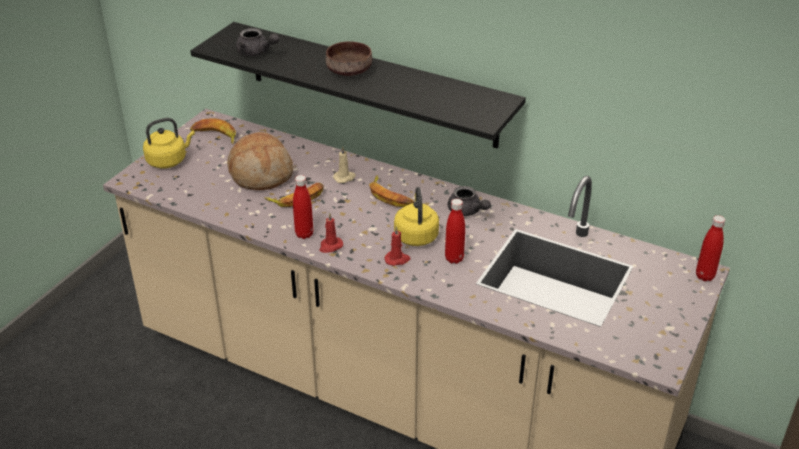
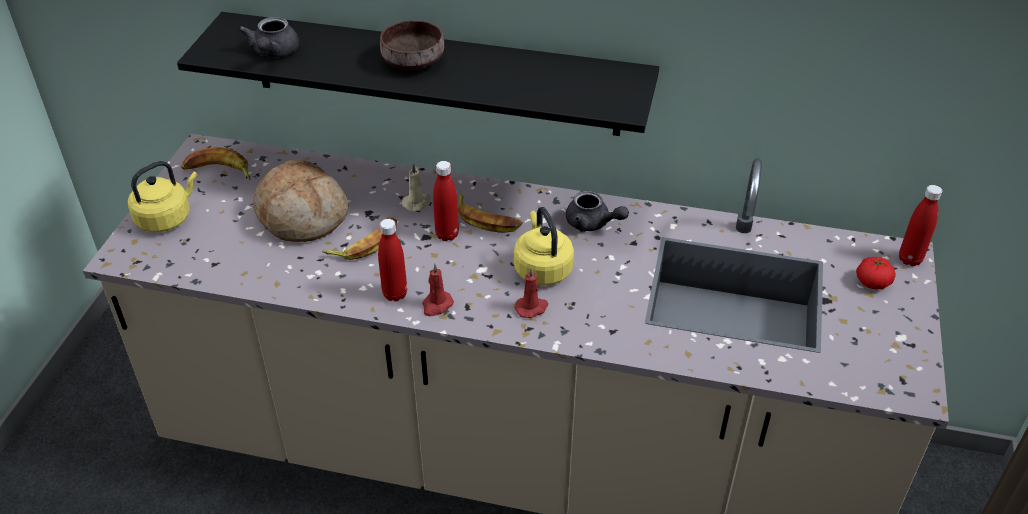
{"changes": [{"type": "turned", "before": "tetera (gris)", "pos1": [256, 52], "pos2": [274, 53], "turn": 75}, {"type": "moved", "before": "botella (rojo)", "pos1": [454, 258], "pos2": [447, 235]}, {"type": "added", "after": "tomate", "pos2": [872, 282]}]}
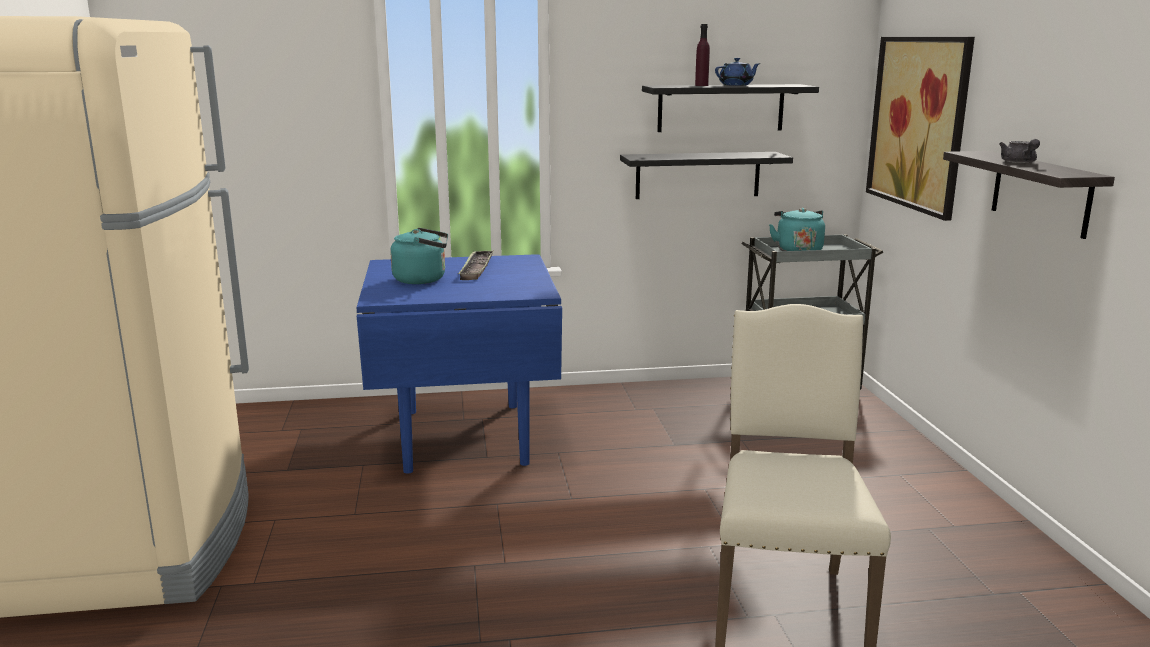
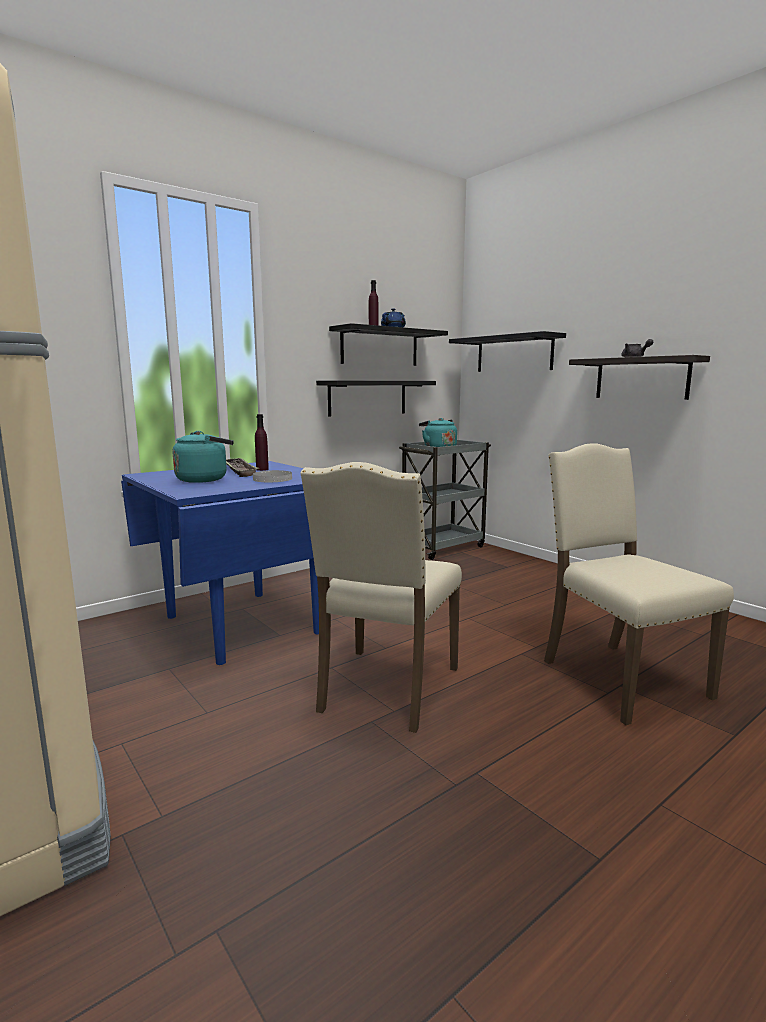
{"changes": [{"type": "added", "after": "plato (blanco)", "pos2": [273, 479]}, {"type": "added", "after": "botella (morado)", "pos2": [262, 469]}, {"type": "added", "after": "silla (beis)", "pos2": [386, 689]}, {"type": "replaced", "before": "cuadro", "after": "estante (negro)", "pos1": [918, 123], "pos2": [514, 354]}]}
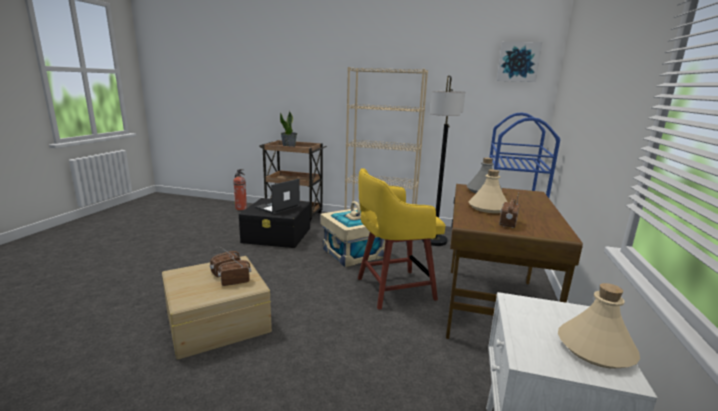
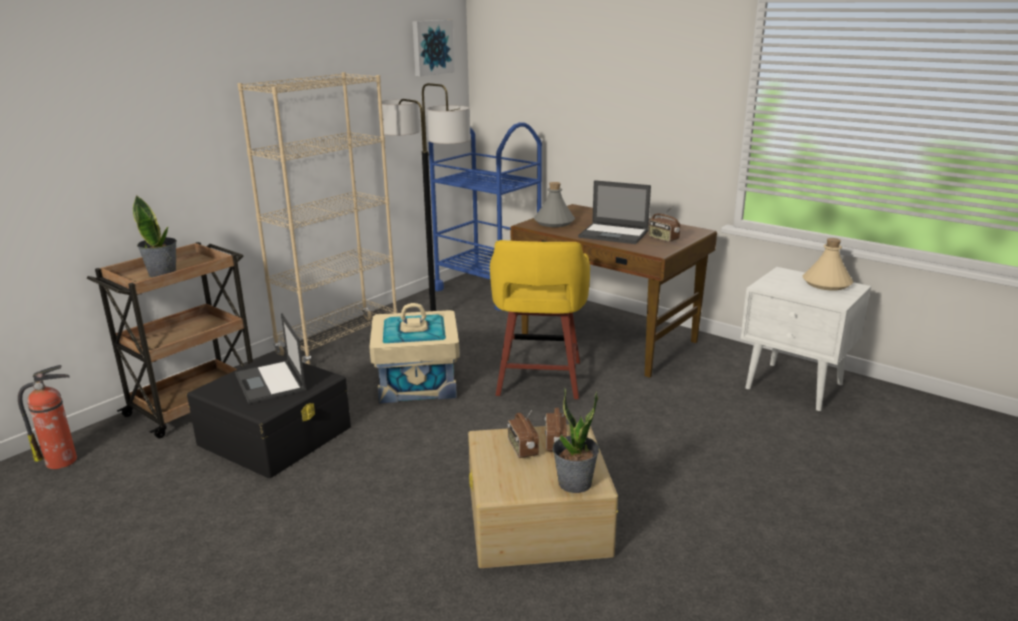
{"changes": [{"type": "added", "after": "planta en maceta", "pos2": [575, 483]}, {"type": "replaced", "before": "botella (beis)", "after": "portátil", "pos1": [488, 208], "pos2": [614, 234]}]}
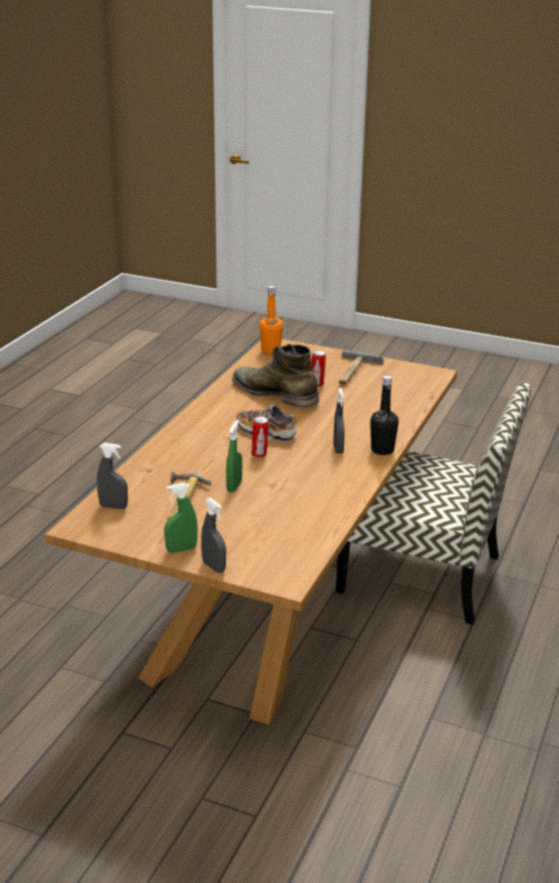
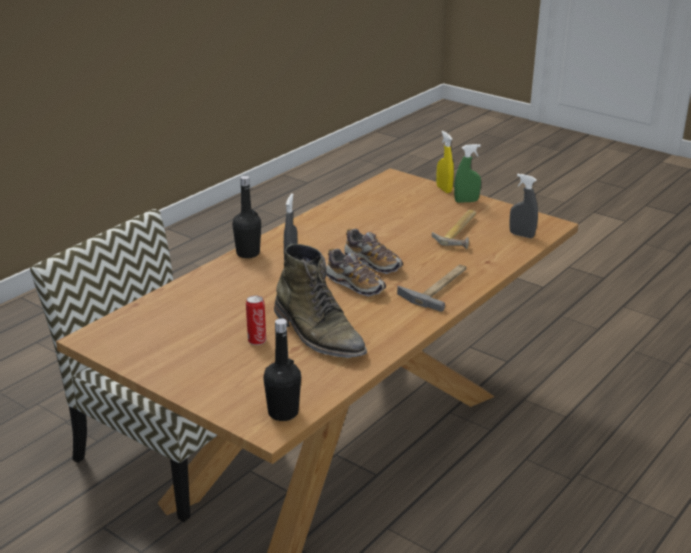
{"changes": [{"type": "recoloured", "before": "botella (naranja)", "after": "botella (negro)", "pos1": [270, 351], "pos2": [283, 413]}, {"type": "replaced", "before": "lata", "after": "zapato", "pos1": [259, 454], "pos2": [373, 263]}, {"type": "moved", "before": "martillo", "pos1": [354, 371], "pos2": [439, 287]}, {"type": "recoloured", "before": "pulverizador (gris)", "after": "pulverizador (amarillo)", "pos1": [214, 567], "pos2": [444, 189]}, {"type": "removed", "before": "pulverizador (verde)", "pos1": [234, 486]}]}
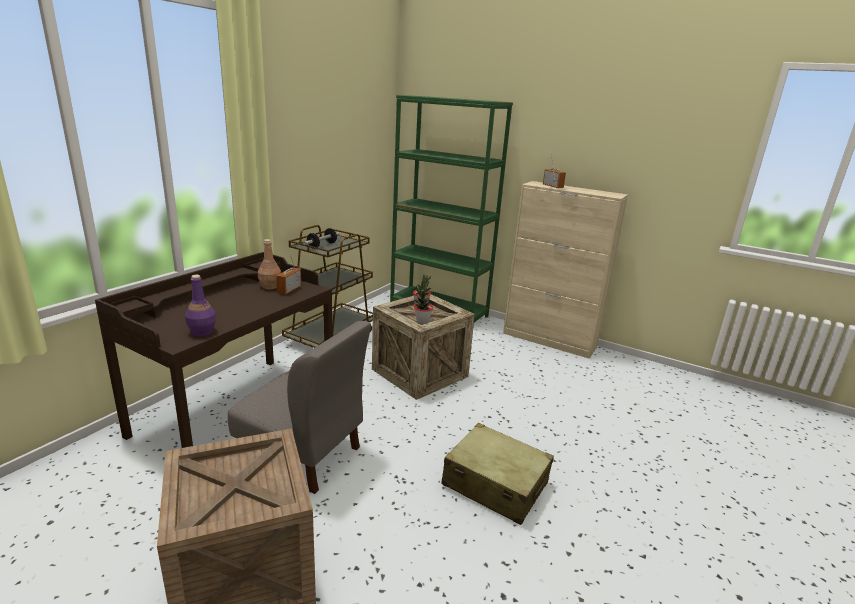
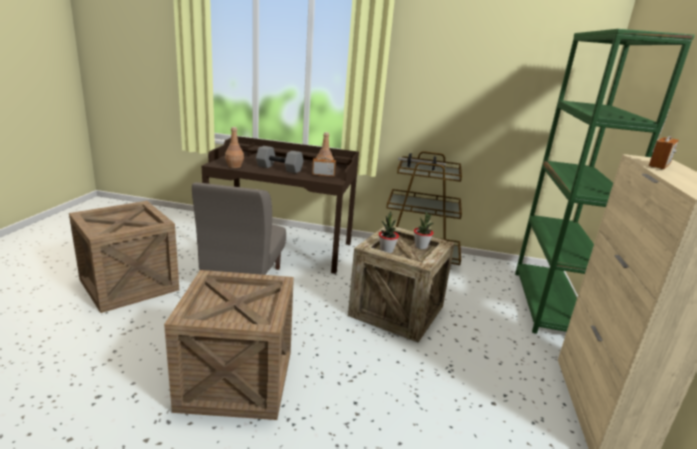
{"changes": [{"type": "replaced", "before": "maleta (beis)", "after": "caja de embalaje", "pos1": [495, 484], "pos2": [237, 379]}, {"type": "recoloured", "before": "botella (morado)", "after": "botella (marrón)", "pos1": [202, 332], "pos2": [234, 166]}, {"type": "added", "after": "mancuerna (gris)", "pos2": [280, 168]}]}
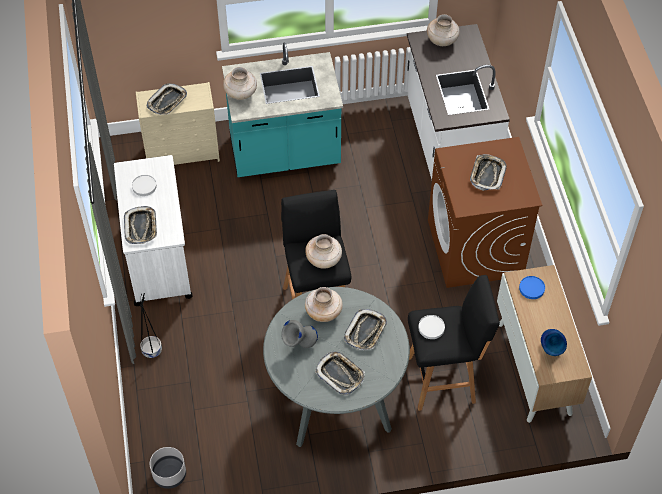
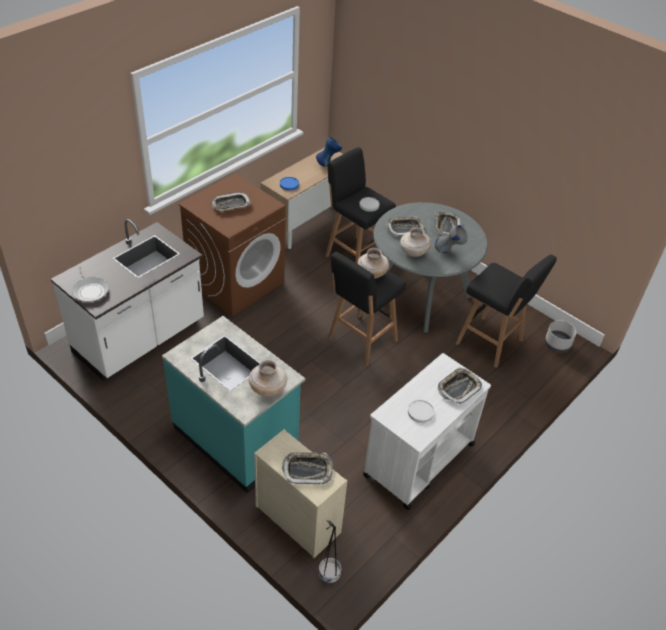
{"changes": [{"type": "replaced", "before": "florero (beis)", "after": "sartén", "pos1": [442, 41], "pos2": [90, 290]}, {"type": "moved", "before": "maceta (negro)", "pos1": [152, 349], "pos2": [328, 574]}, {"type": "added", "after": "taburete (negro)", "pos2": [491, 343]}]}
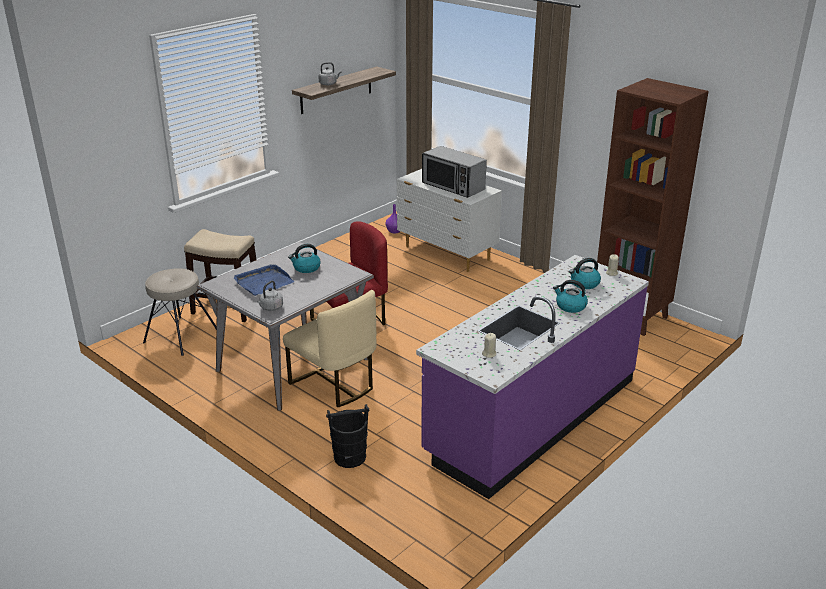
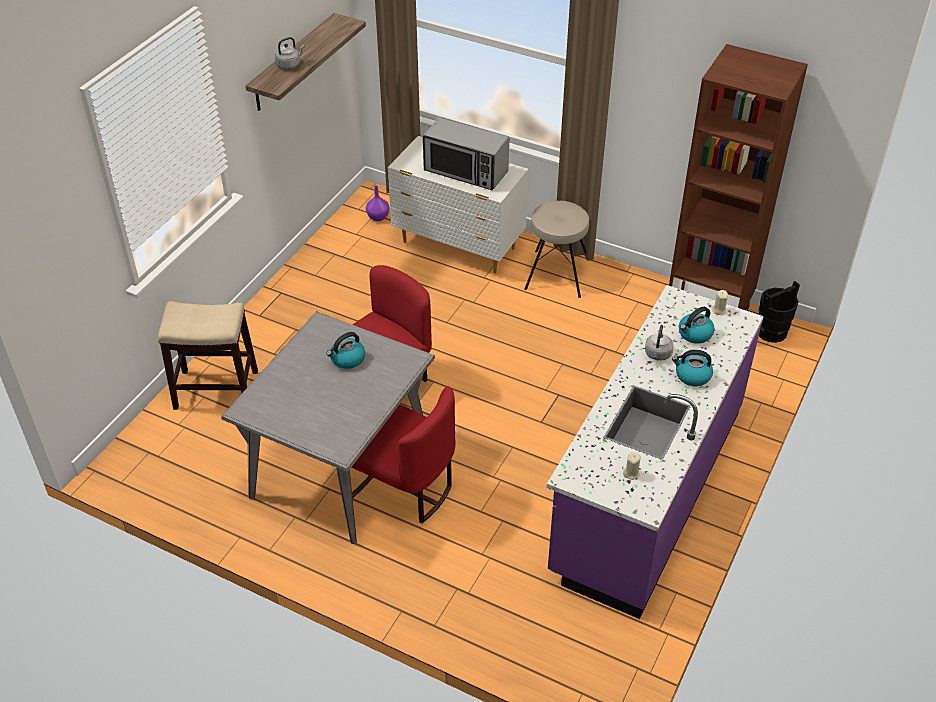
{"changes": [{"type": "recoloured", "before": "silla (beis)", "after": "silla (rojo)", "pos1": [334, 384], "pos2": [403, 489]}, {"type": "moved", "before": "taburete (beis)", "pos1": [180, 335], "pos2": [556, 273]}, {"type": "moved", "before": "hervidor (gris)", "pos1": [270, 308], "pos2": [657, 355]}, {"type": "moved", "before": "cubo (negro)", "pos1": [349, 457], "pos2": [771, 332]}, {"type": "removed", "before": "bandeja (azul)", "pos1": [263, 282]}]}
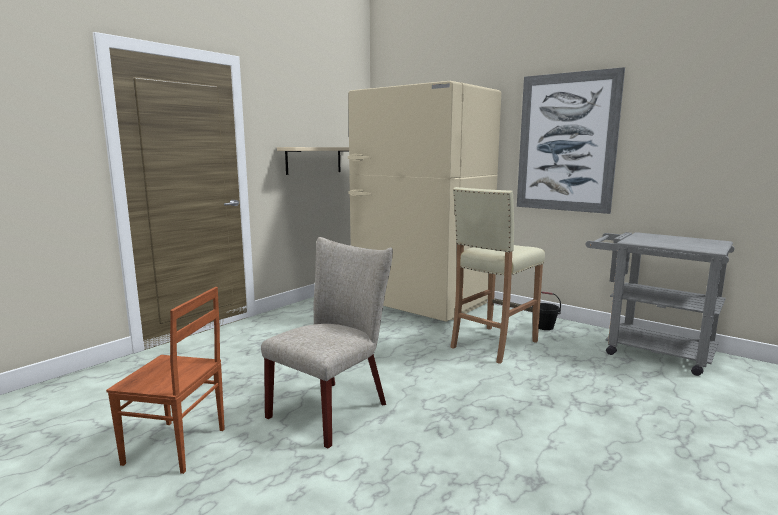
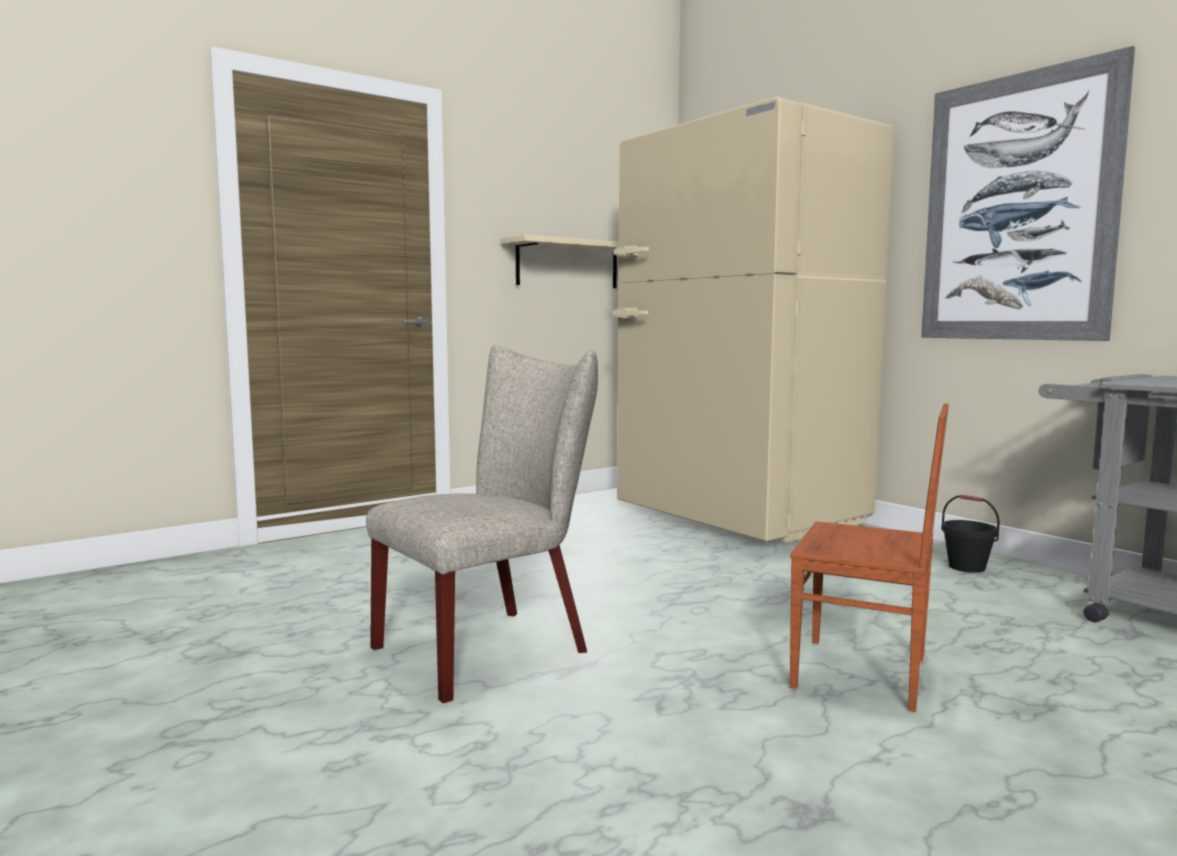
{"changes": [{"type": "moved", "before": "silla (marrón)", "pos1": [176, 447], "pos2": [862, 674]}, {"type": "removed", "before": "taburete (beis)", "pos1": [493, 344]}]}
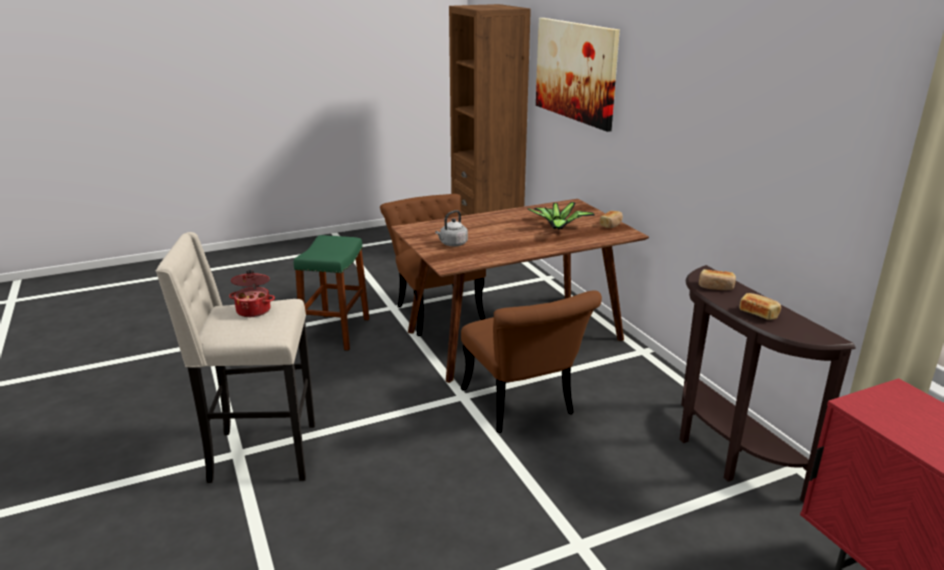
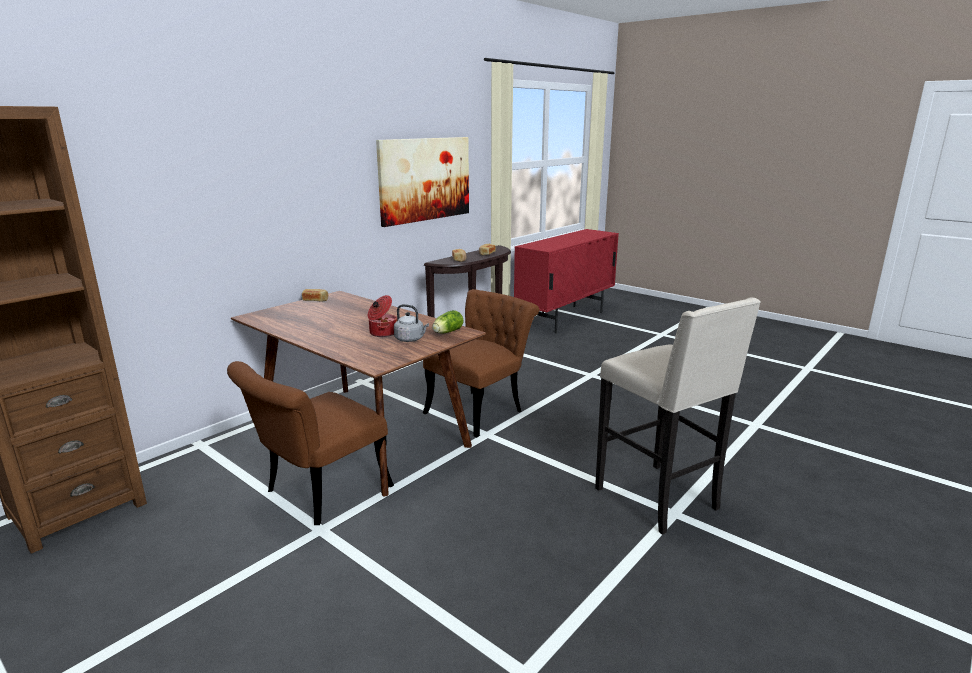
{"changes": [{"type": "moved", "before": "olla", "pos1": [254, 310], "pos2": [382, 333]}, {"type": "moved", "before": "cuadro", "pos1": [575, 71], "pos2": [425, 179]}, {"type": "added", "after": "lechuga", "pos2": [446, 332]}, {"type": "removed", "before": "taburete (verde)", "pos1": [336, 332]}, {"type": "removed", "before": "planta en maceta", "pos1": [559, 228]}]}
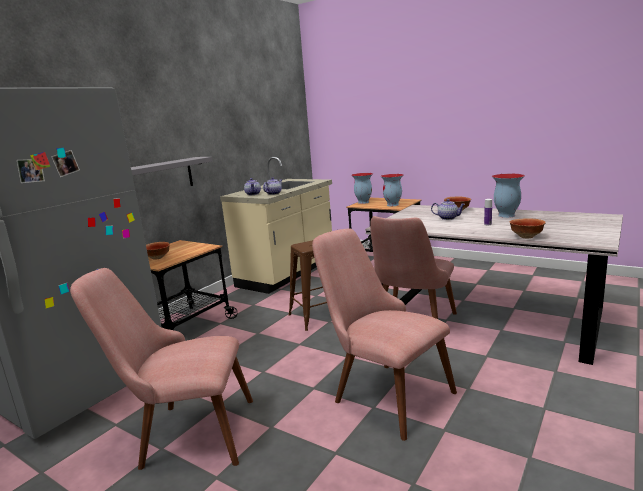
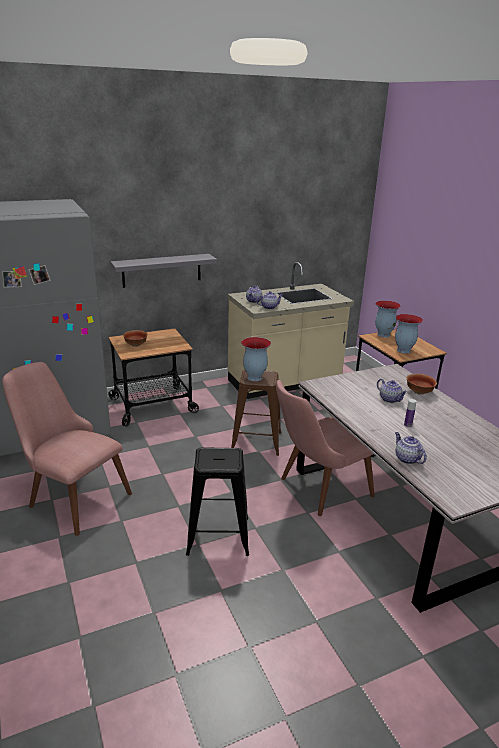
{"changes": [{"type": "replaced", "before": "silla (rosa)", "after": "taburete (negro)", "pos1": [382, 392], "pos2": [218, 536]}, {"type": "moved", "before": "florero", "pos1": [506, 215], "pos2": [254, 377]}, {"type": "replaced", "before": "cuenco", "after": "tetera", "pos1": [525, 237], "pos2": [406, 458]}]}
